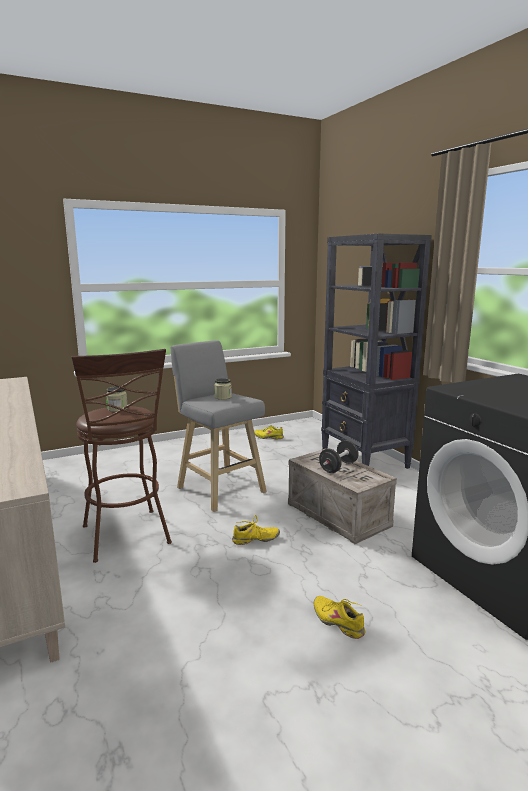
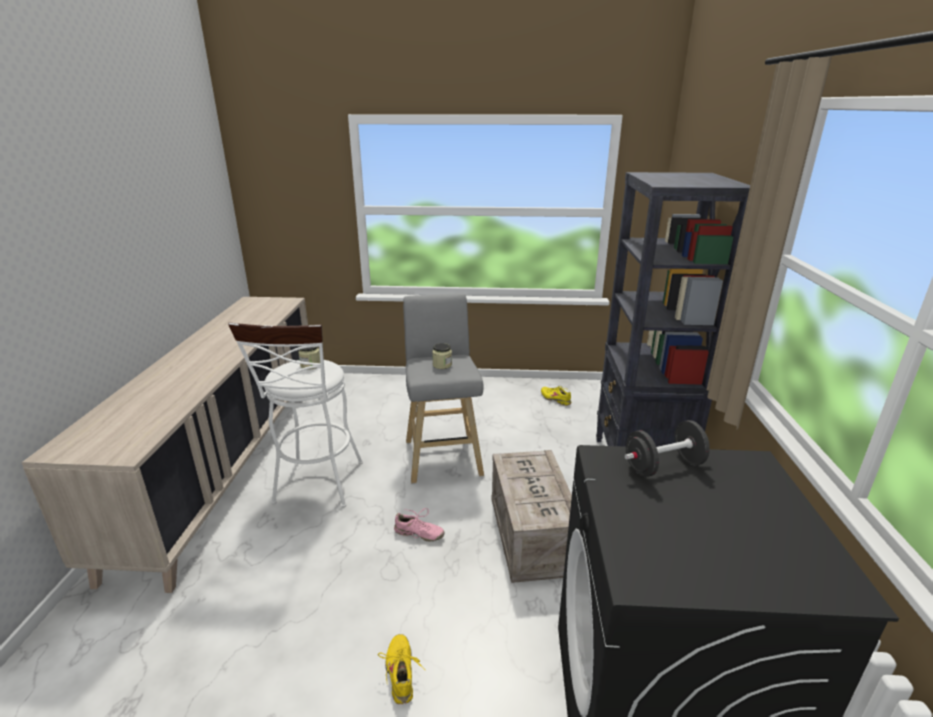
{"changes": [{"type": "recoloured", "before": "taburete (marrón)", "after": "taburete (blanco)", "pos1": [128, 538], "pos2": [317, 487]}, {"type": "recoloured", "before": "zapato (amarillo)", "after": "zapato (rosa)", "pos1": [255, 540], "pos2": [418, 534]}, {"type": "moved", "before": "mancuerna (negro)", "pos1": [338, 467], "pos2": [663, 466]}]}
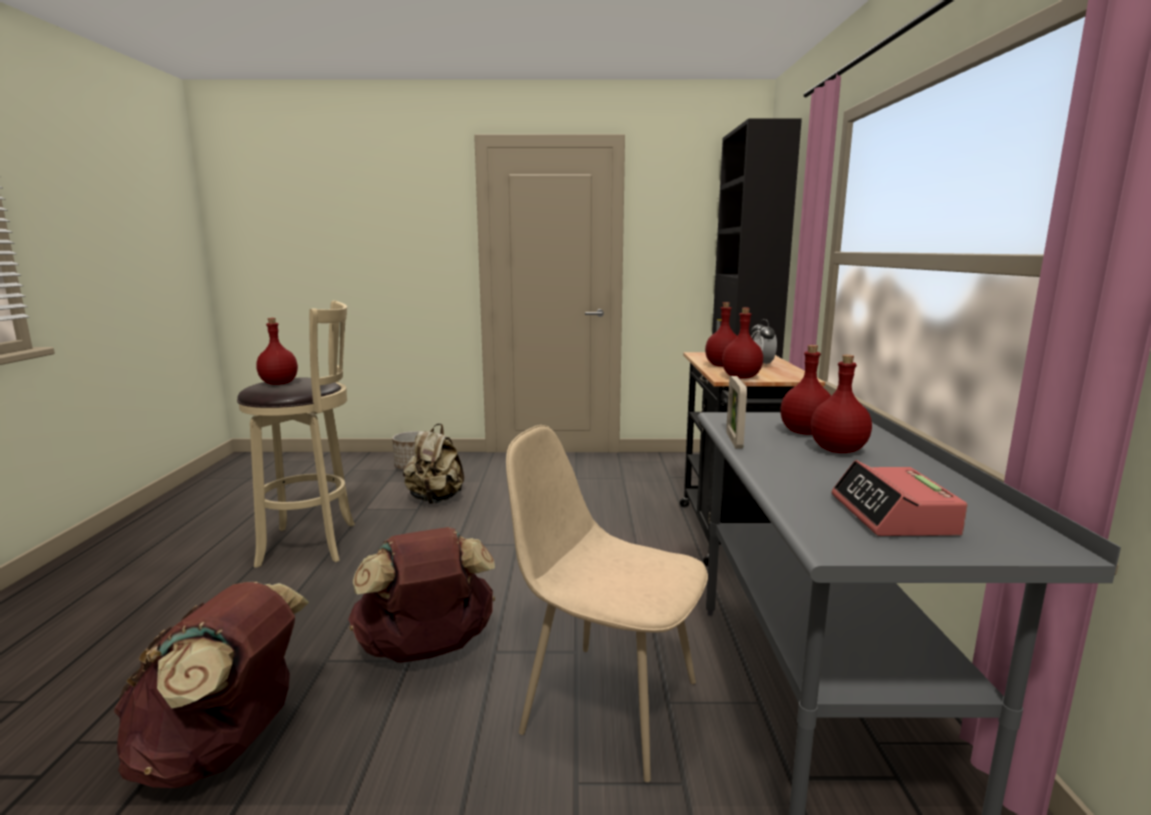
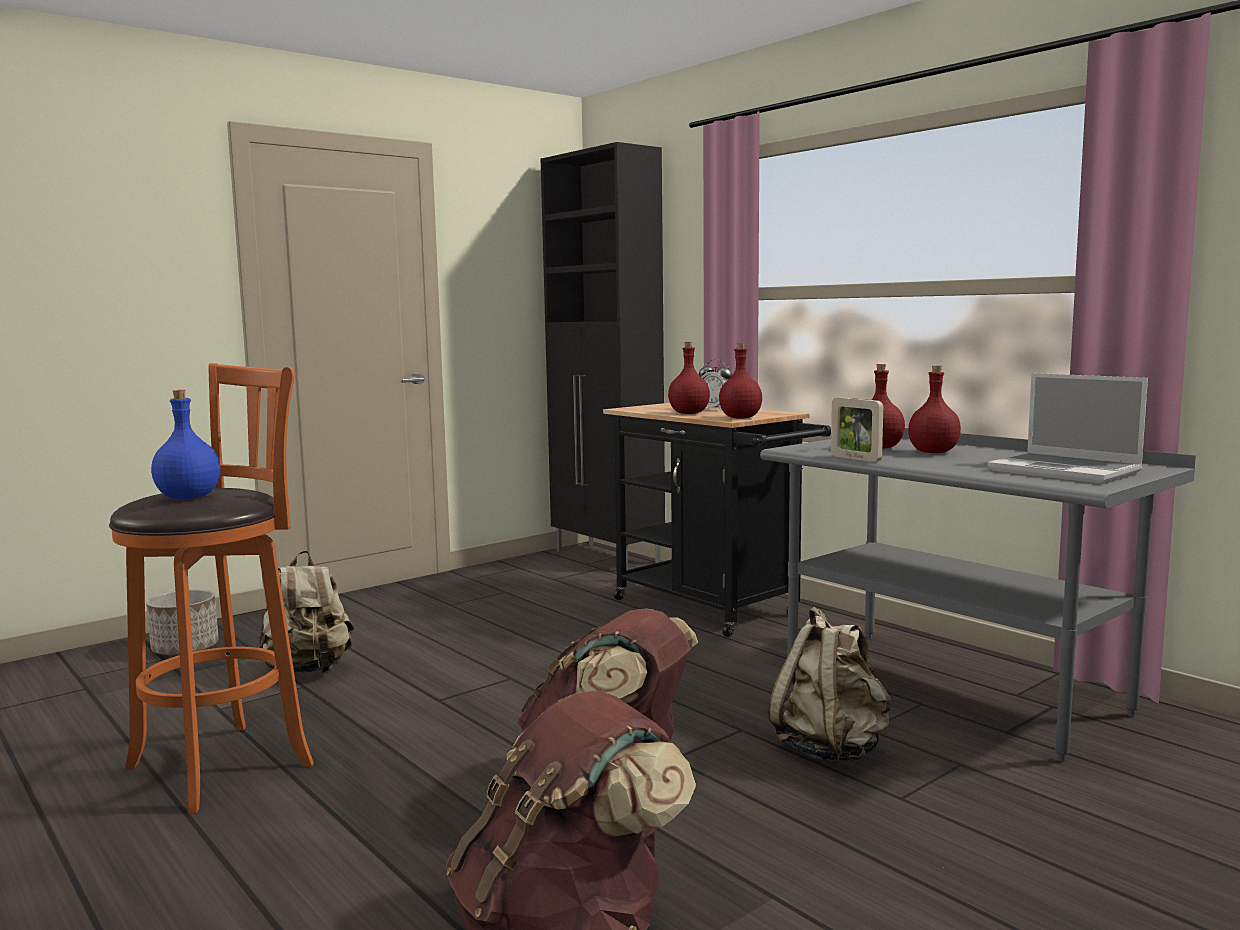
{"changes": [{"type": "recoloured", "before": "taburete (beis)", "after": "taburete (naranja)", "pos1": [314, 543], "pos2": [229, 762]}, {"type": "recoloured", "before": "botella (rojo)", "after": "botella (azul)", "pos1": [279, 383], "pos2": [188, 497]}, {"type": "replaced", "before": "silla (beis)", "after": "mochila (beis)", "pos1": [606, 704], "pos2": [831, 749]}, {"type": "replaced", "before": "despertador", "after": "portátil", "pos1": [893, 515], "pos2": [1066, 471]}]}
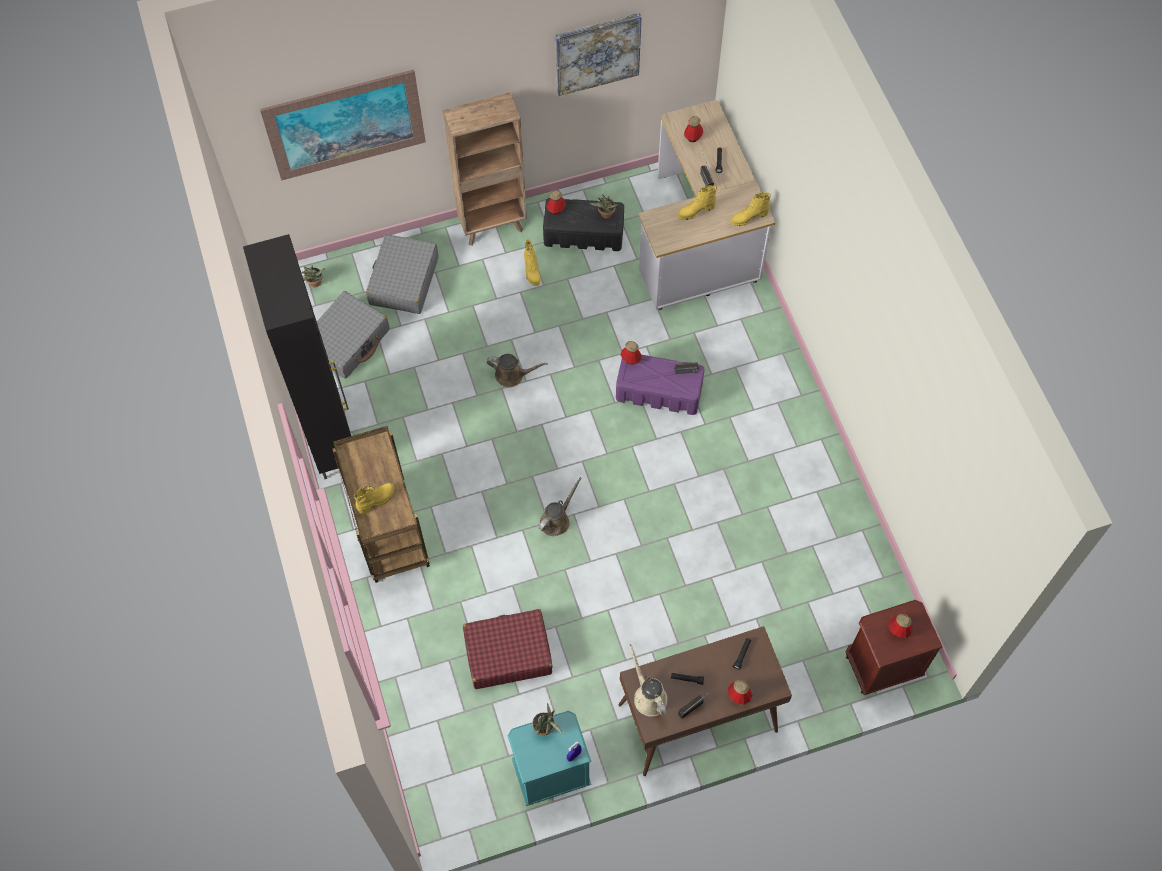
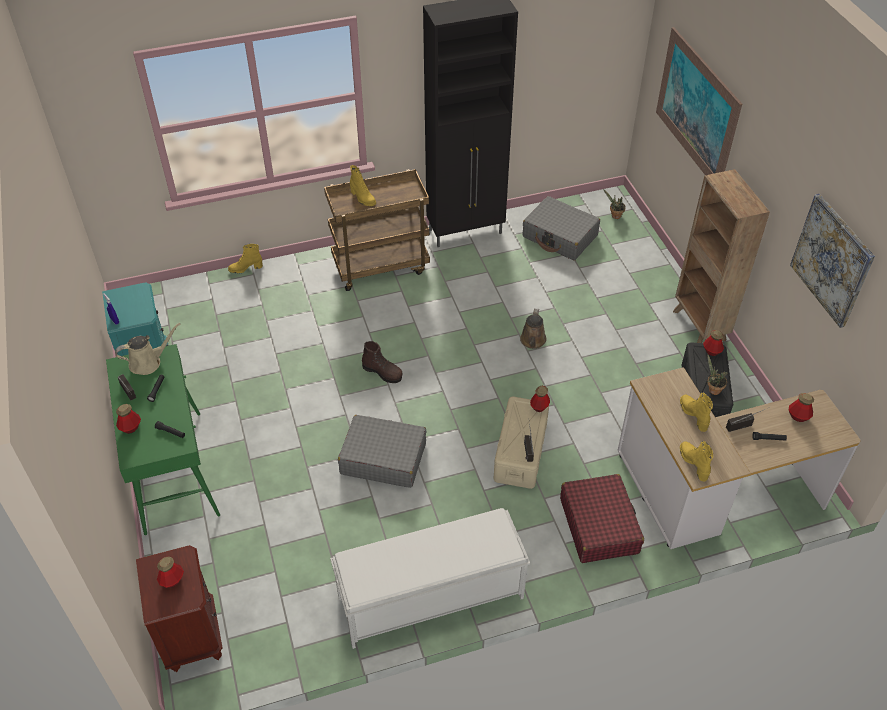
{"changes": [{"type": "recoloured", "before": "mesa consola (marrón)", "after": "mesa consola (verde)", "pos1": [697, 719], "pos2": [173, 471]}, {"type": "moved", "before": "bota (amarillo)", "pos1": [531, 271], "pos2": [245, 268]}, {"type": "added", "after": "banco (blanco)", "pos2": [429, 597]}, {"type": "moved", "before": "maleta (gris)", "pos1": [403, 281], "pos2": [383, 458]}, {"type": "replaced", "before": "regadera (marrón)", "after": "bota (marrón)", "pos1": [557, 520], "pos2": [382, 372]}, {"type": "recoloured", "before": "caja de almacenaje (morado)", "after": "caja de almacenaje (beis)", "pos1": [659, 392], "pos2": [520, 452]}, {"type": "moved", "before": "maleta (rojo)", "pos1": [507, 653], "pos2": [599, 525]}, {"type": "removed", "before": "planta en maceta", "pos1": [546, 728]}]}
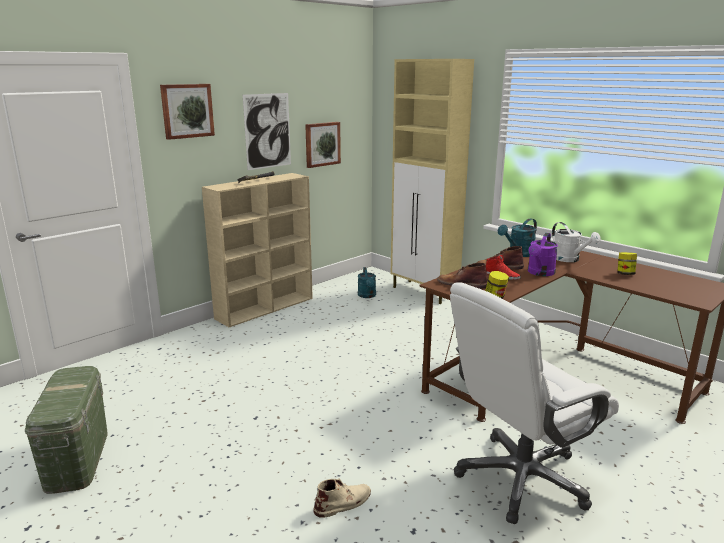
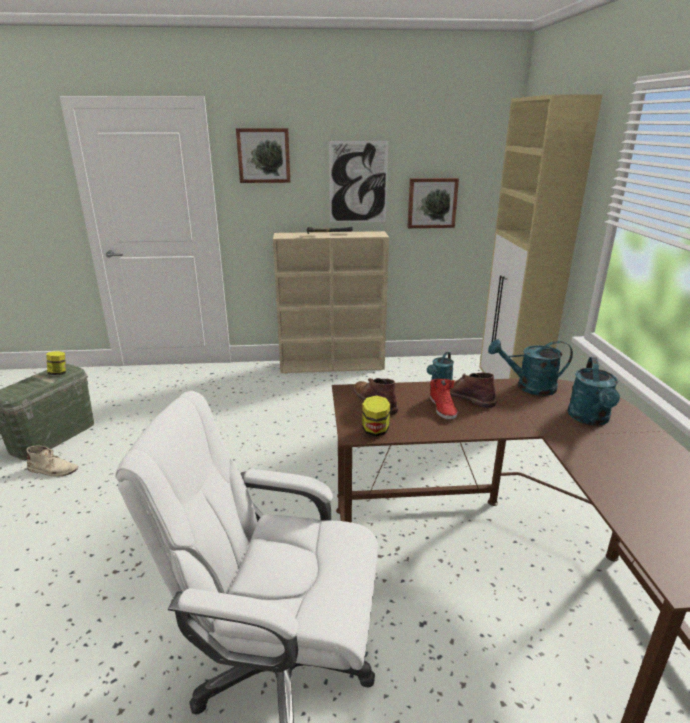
{"changes": [{"type": "moved", "before": "bota (beis)", "pos1": [343, 503], "pos2": [53, 470]}, {"type": "moved", "before": "tarro", "pos1": [625, 274], "pos2": [58, 373]}, {"type": "recoloured", "before": "regadera (blanco)", "after": "regadera (turquesa)", "pos1": [569, 259], "pos2": [590, 419]}, {"type": "removed", "before": "regadera (morado)", "pos1": [540, 273]}]}
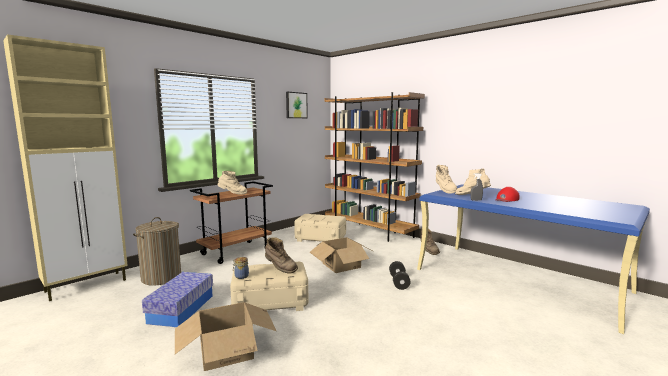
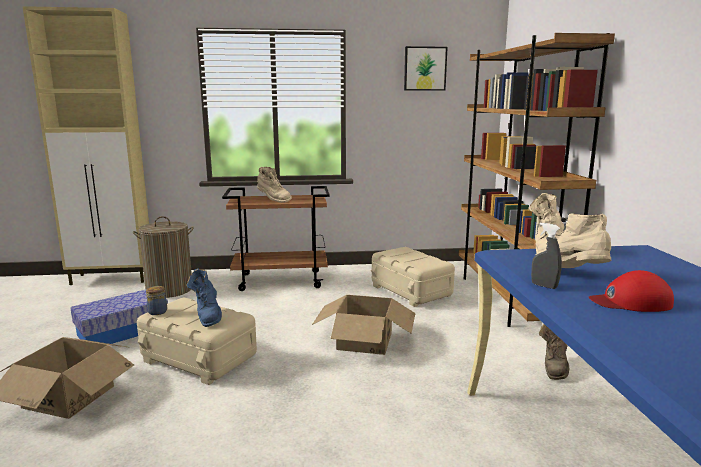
{"changes": [{"type": "recoloured", "before": "bota (marrón)", "after": "bota (azul)", "pos1": [280, 269], "pos2": [208, 316]}, {"type": "removed", "before": "mancuerna (negro)", "pos1": [399, 282]}]}
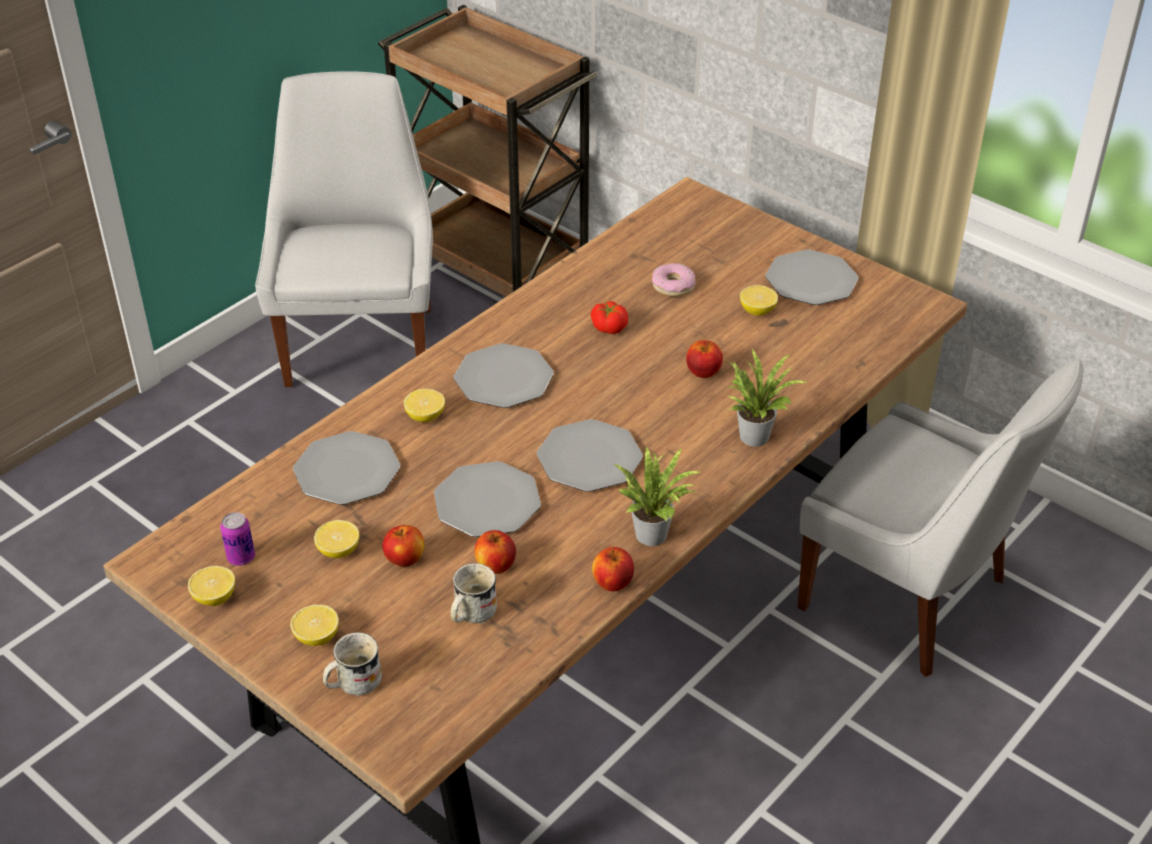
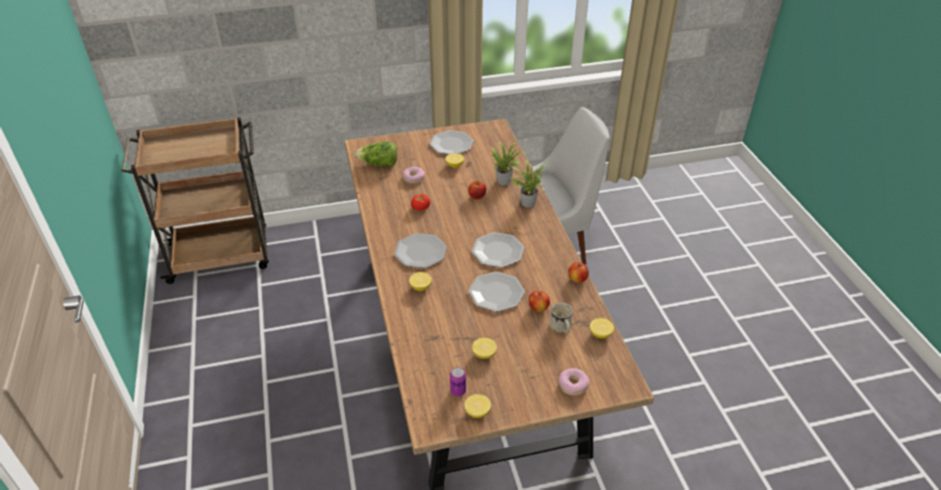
{"changes": [{"type": "added", "after": "lechuga", "pos2": [379, 164]}, {"type": "moved", "before": "planta en maceta", "pos1": [654, 533], "pos2": [503, 180]}, {"type": "replaced", "before": "taza grande (blanco)", "after": "rosquilla", "pos1": [352, 683], "pos2": [573, 385]}, {"type": "moved", "before": "limón", "pos1": [317, 637], "pos2": [600, 334]}, {"type": "removed", "before": "silla (blanco)", "pos1": [361, 342]}, {"type": "removed", "before": "plato", "pos1": [347, 471]}, {"type": "removed", "before": "manzana", "pos1": [405, 559]}]}
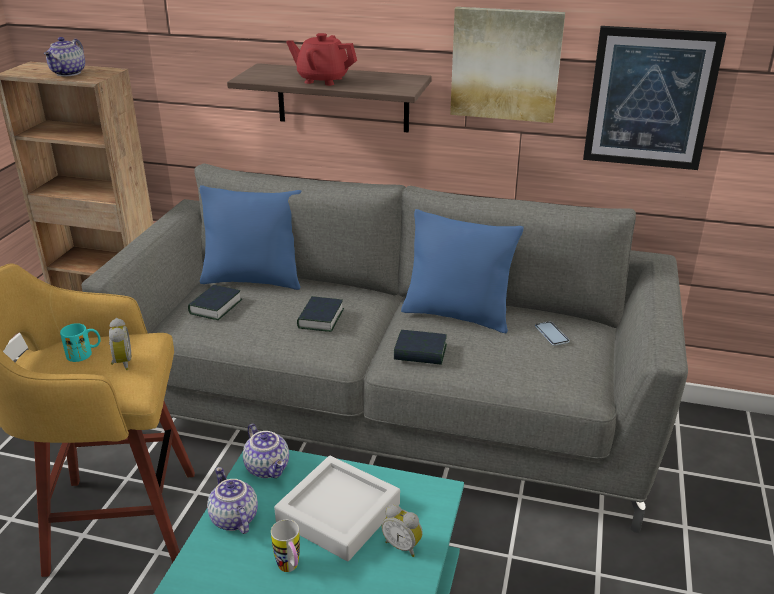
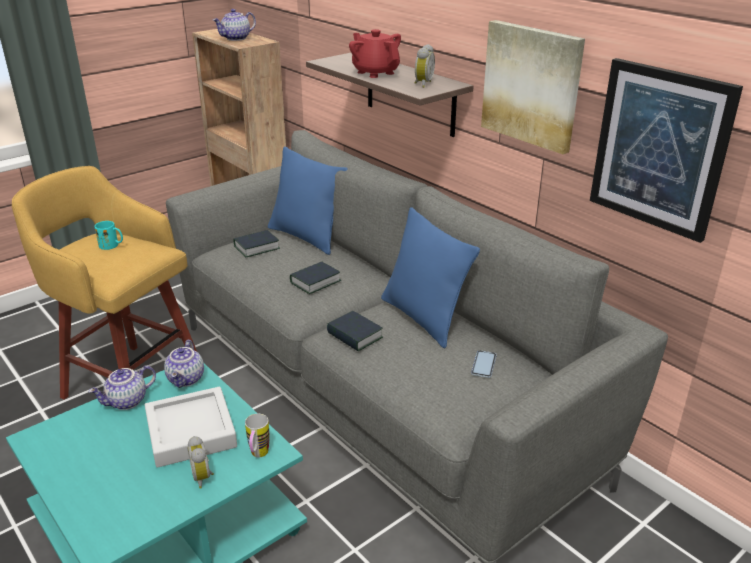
{"changes": [{"type": "turned", "before": "tetera", "pos1": [233, 518], "pos2": [127, 402], "turn": -135}, {"type": "moved", "before": "taza grande", "pos1": [290, 569], "pos2": [258, 455]}, {"type": "moved", "before": "despertador", "pos1": [121, 363], "pos2": [422, 84]}]}
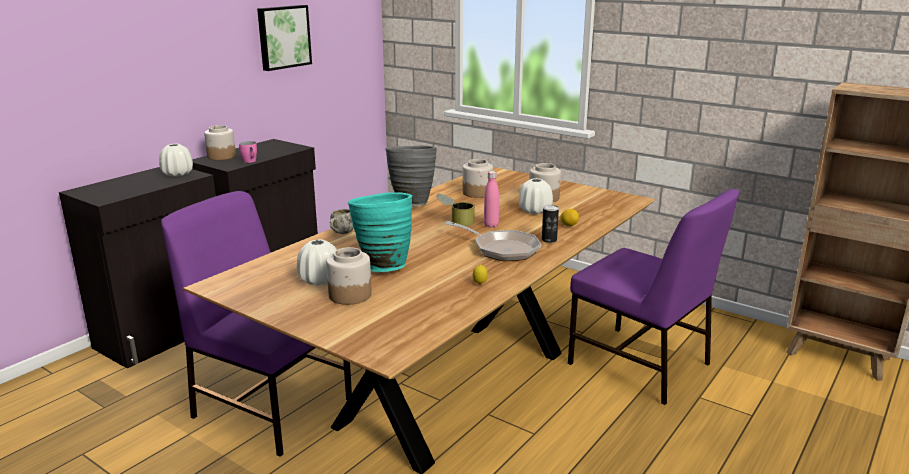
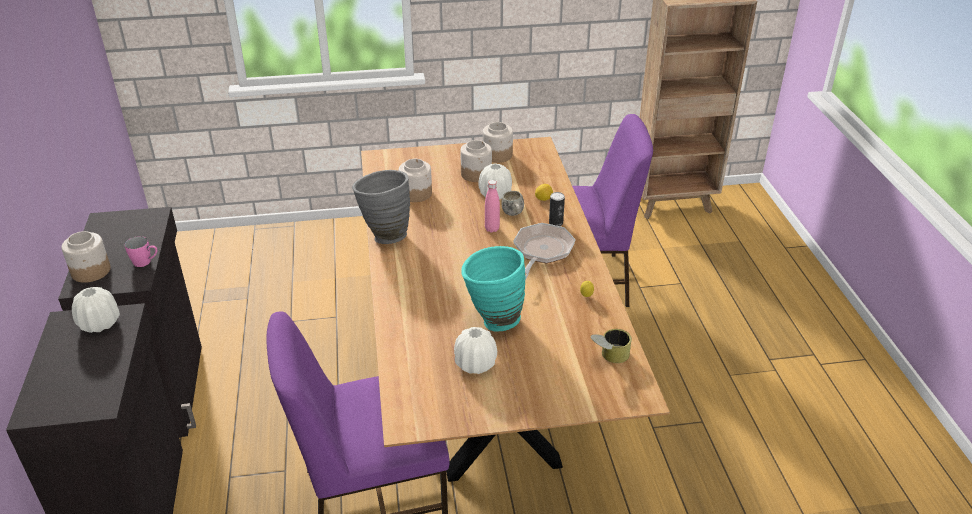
{"changes": [{"type": "moved", "before": "tarro", "pos1": [349, 295], "pos2": [497, 155]}, {"type": "moved", "before": "taza grande (blanco)", "pos1": [341, 234], "pos2": [514, 215]}, {"type": "turned", "before": "sartén", "pos1": [501, 249], "pos2": [542, 251], "turn": -60}, {"type": "moved", "before": "lata", "pos1": [455, 221], "pos2": [608, 357]}, {"type": "removed", "before": "cuadro", "pos1": [283, 37]}]}
